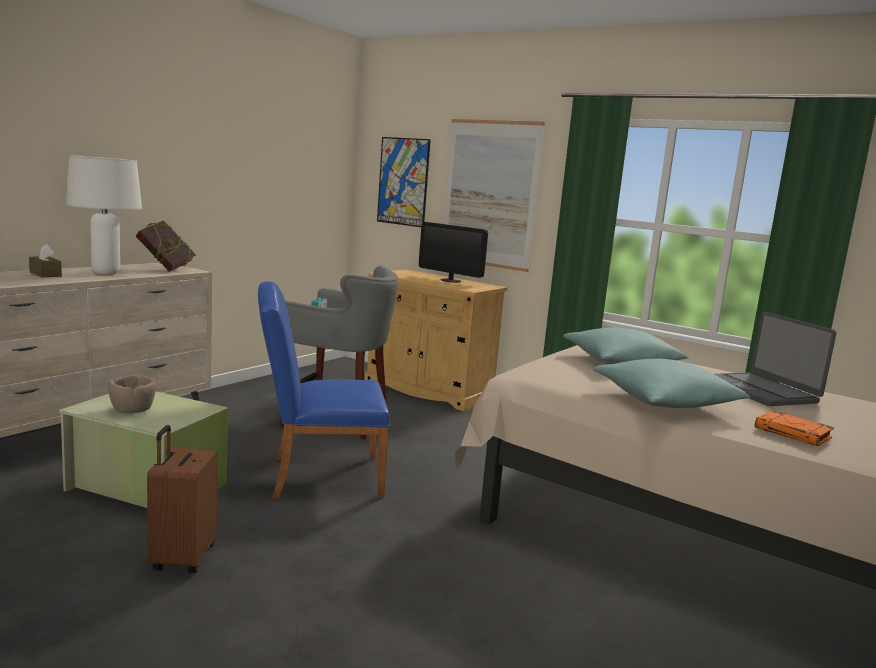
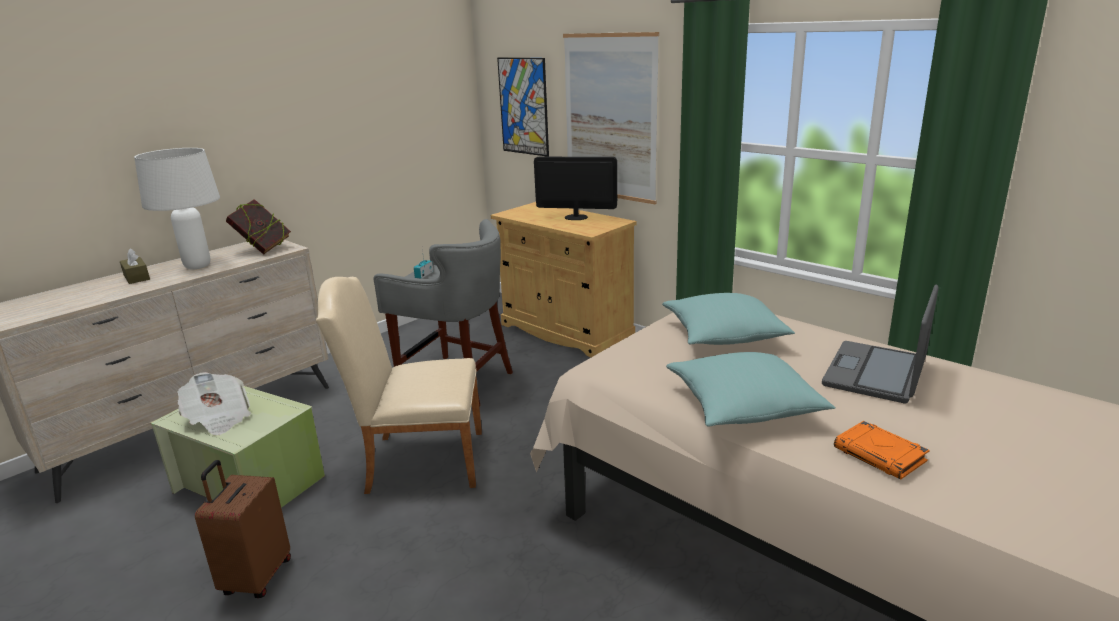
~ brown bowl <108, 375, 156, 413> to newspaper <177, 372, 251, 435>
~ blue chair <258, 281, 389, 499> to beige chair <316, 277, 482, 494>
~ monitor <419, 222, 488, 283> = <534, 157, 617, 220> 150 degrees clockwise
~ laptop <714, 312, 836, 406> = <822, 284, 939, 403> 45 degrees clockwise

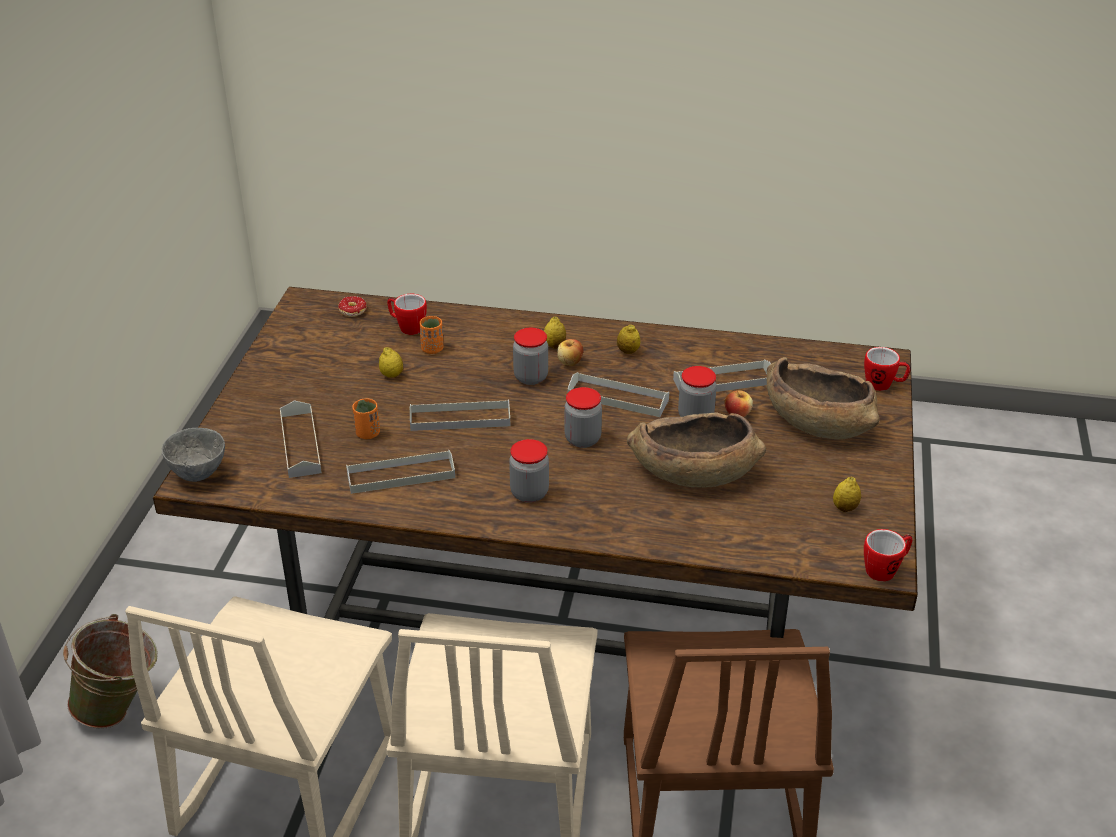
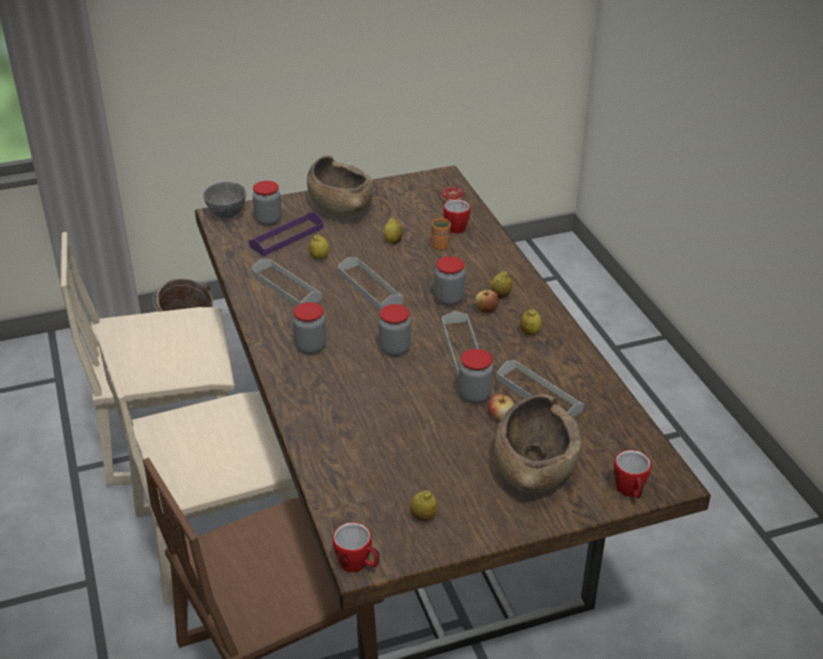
~ grey tray <280, 400, 322, 478> to purple tray <249, 212, 324, 256>
+ jar <253, 181, 282, 226>
~ brown bowl <627, 413, 766, 488> to <307, 155, 374, 218>
~ orange cup <352, 398, 380, 439> to lemon <309, 234, 329, 259>

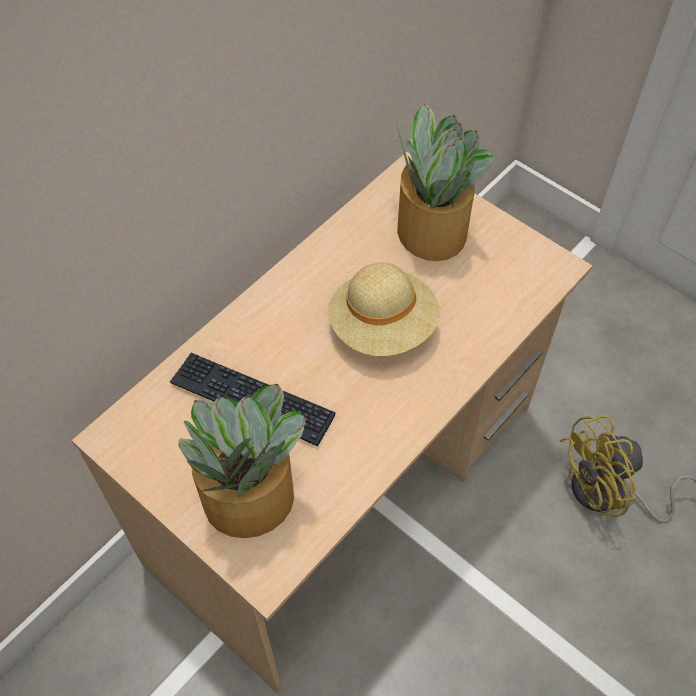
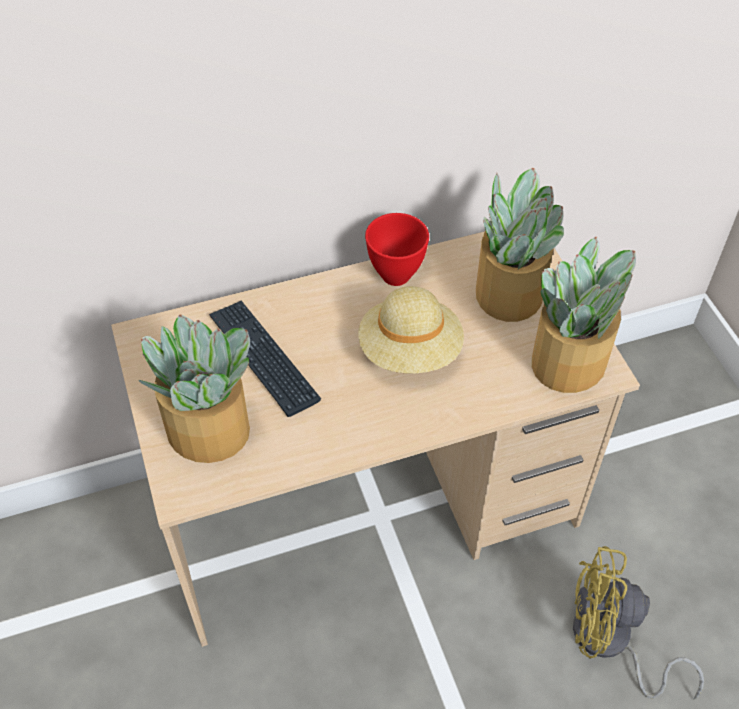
+ red bowl <365, 213, 429, 286>
+ potted plant <532, 237, 636, 393>

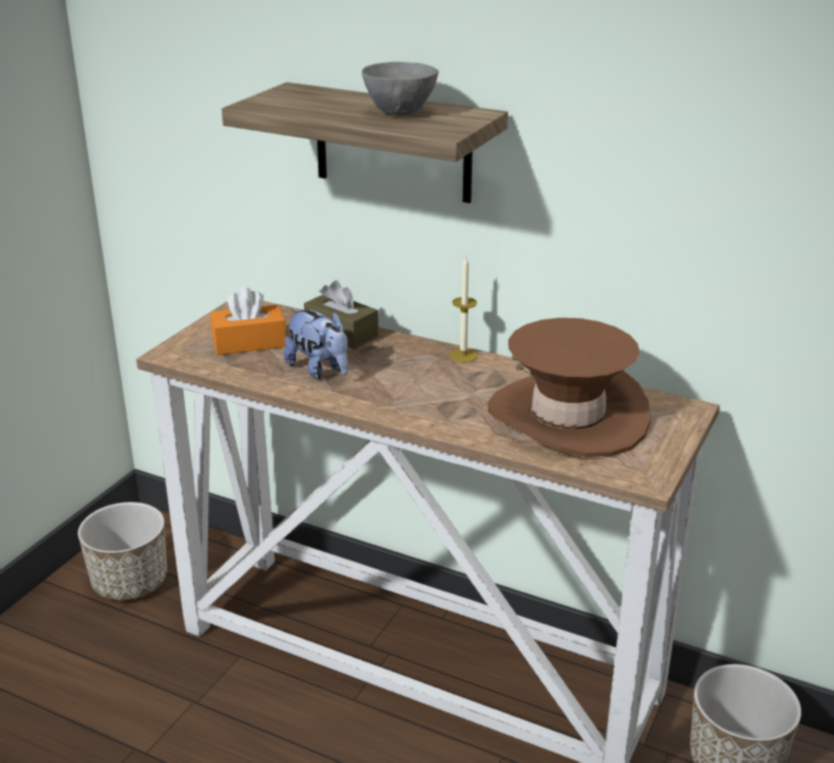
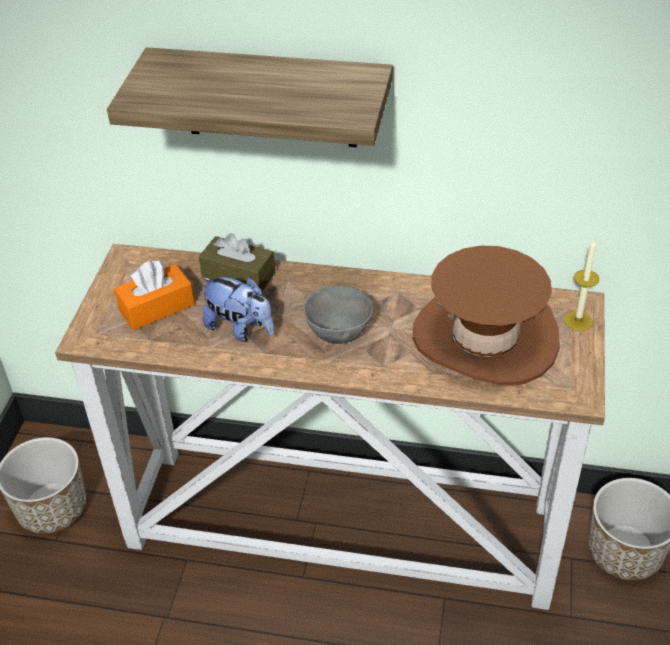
~ grey bowl <362, 62, 439, 116> to <304, 286, 373, 344>
~ candle <449, 257, 478, 362> to <564, 240, 599, 331>

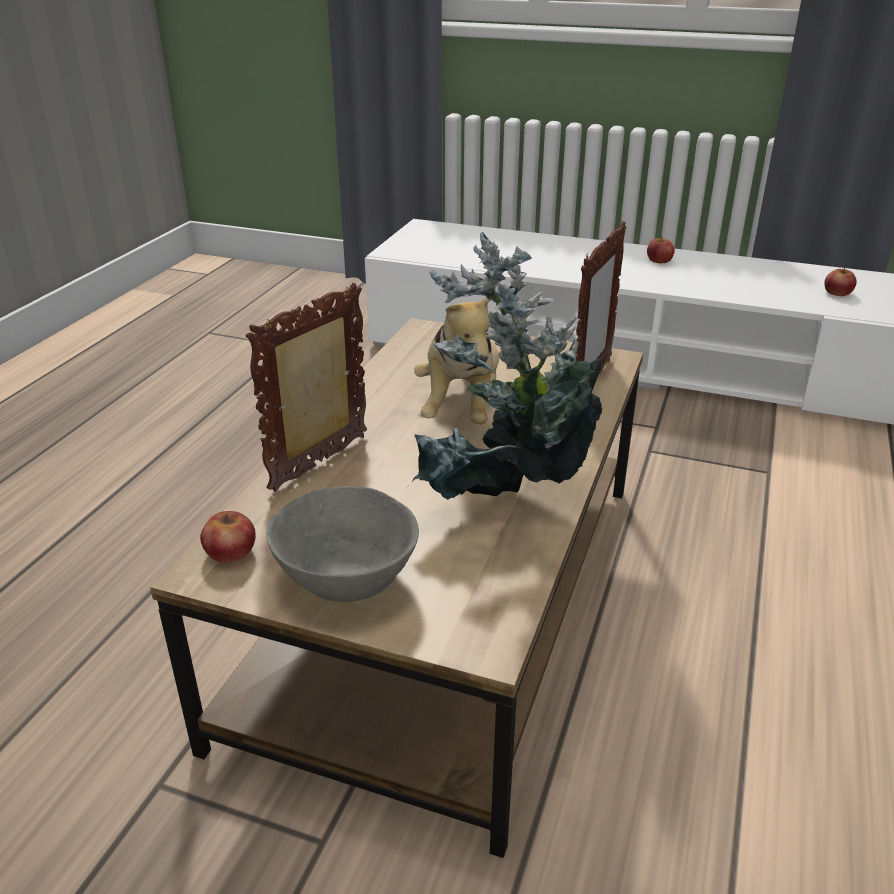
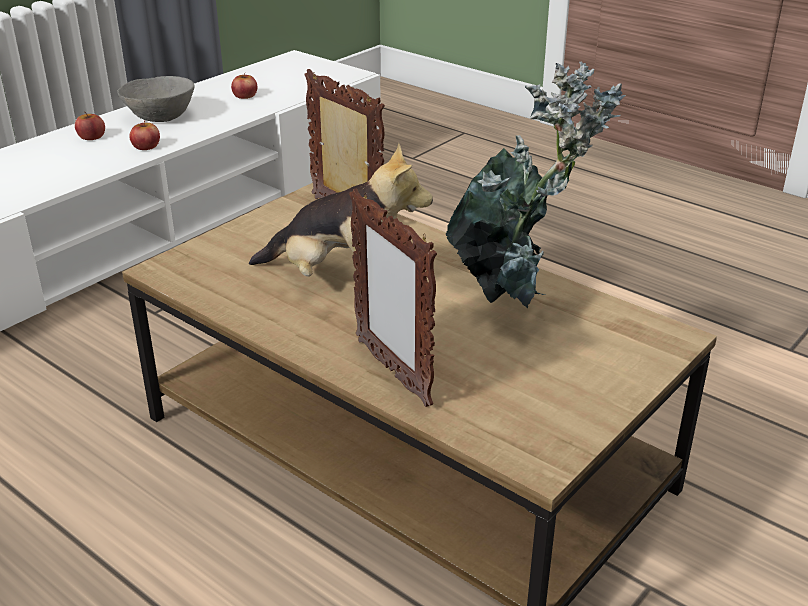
~ grey bowl <266, 486, 419, 602> to <117, 76, 195, 122>
~ apple <200, 511, 256, 563> to <129, 121, 160, 150>

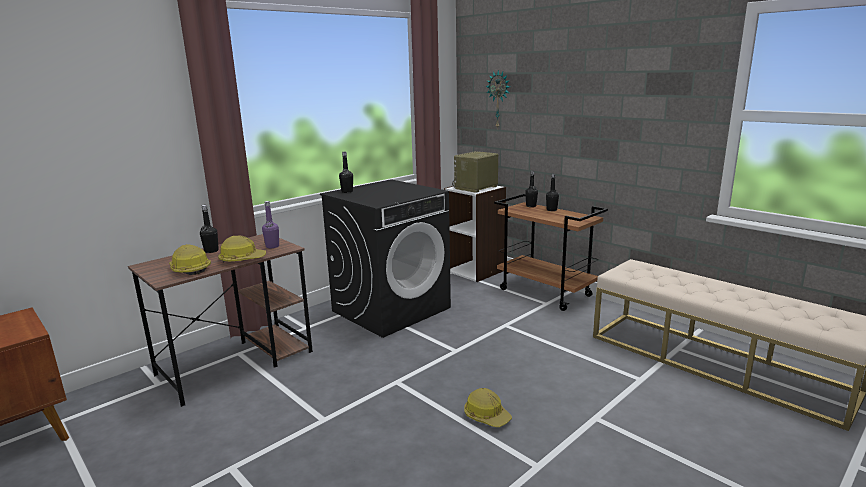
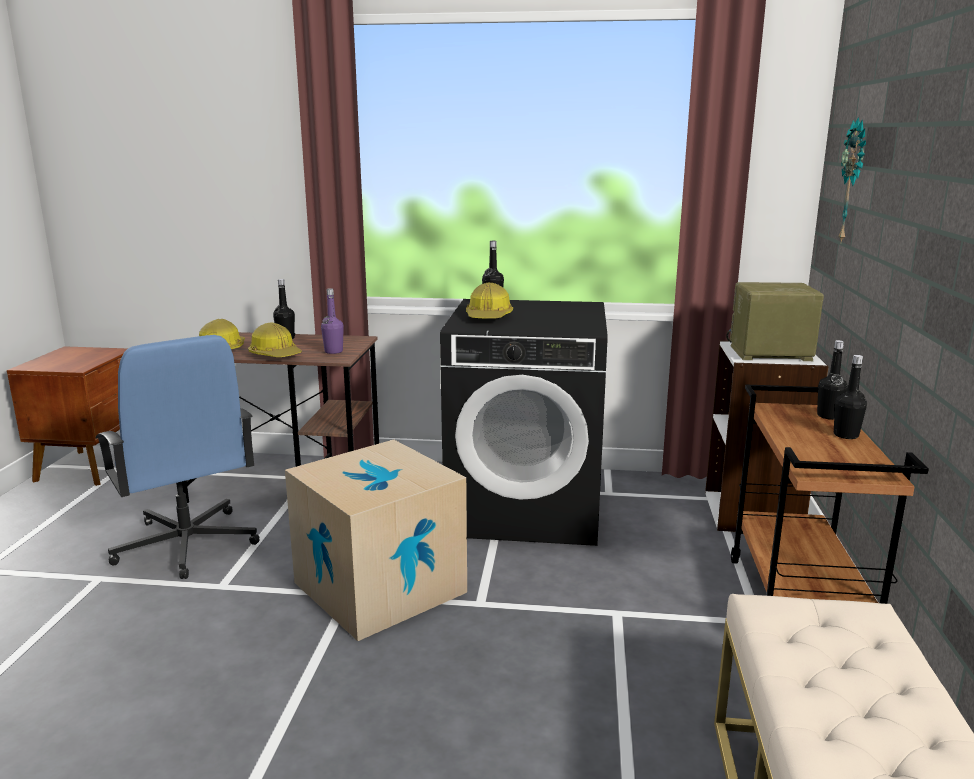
+ blue office chair <95, 335, 260, 579>
+ cardboard box <285, 440, 467, 641>
~ hard hat <464, 388, 512, 427> to <466, 283, 513, 318>

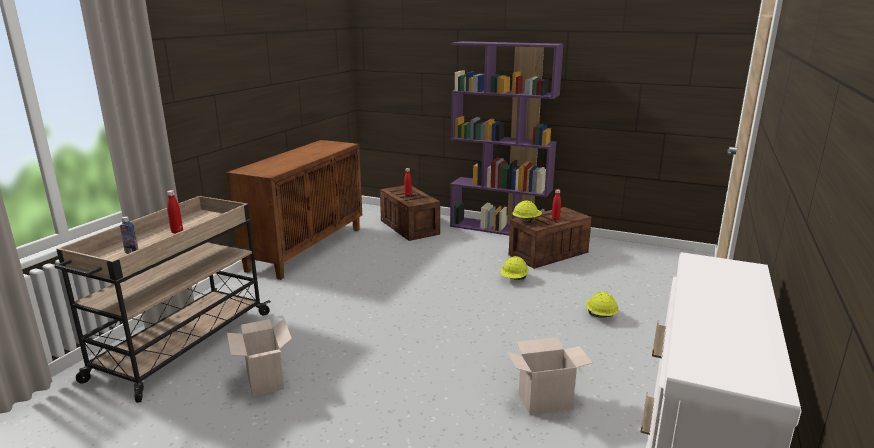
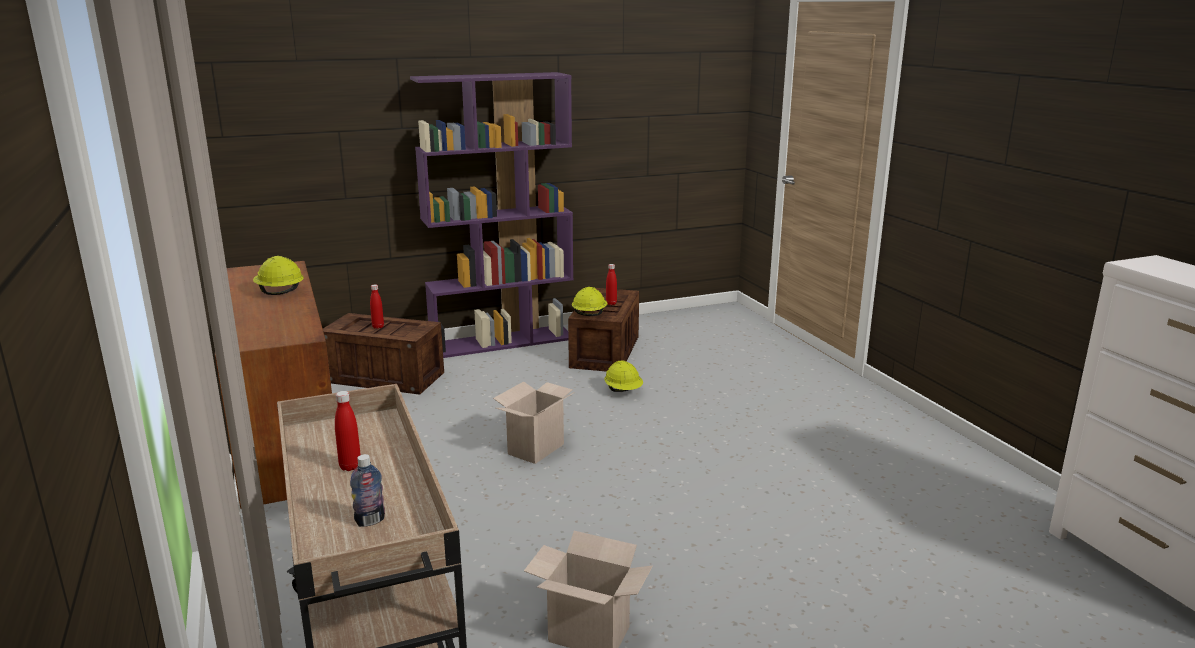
~ yellow hard hat <586, 292, 619, 317> to <253, 256, 304, 295>
~ cardboard box <507, 337, 593, 415> to <493, 381, 573, 464>

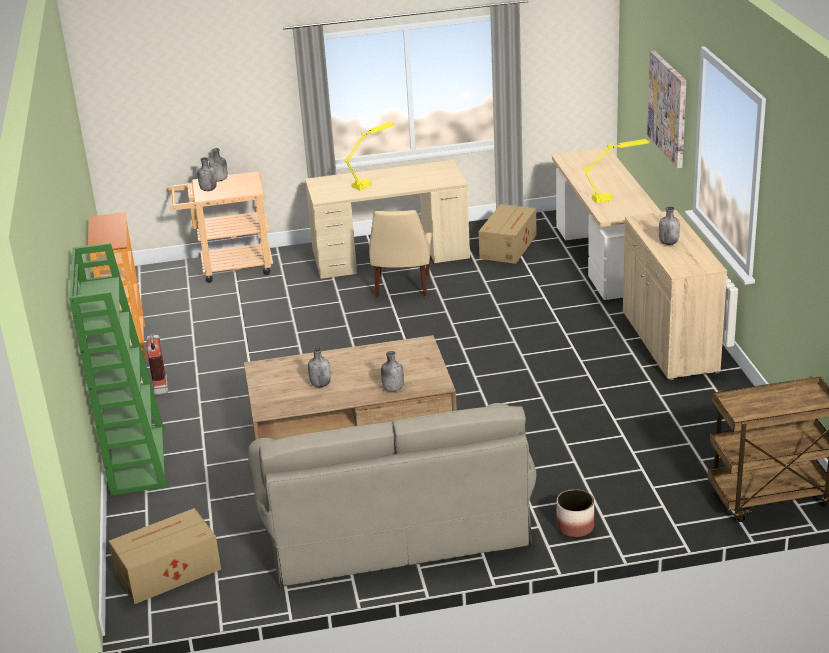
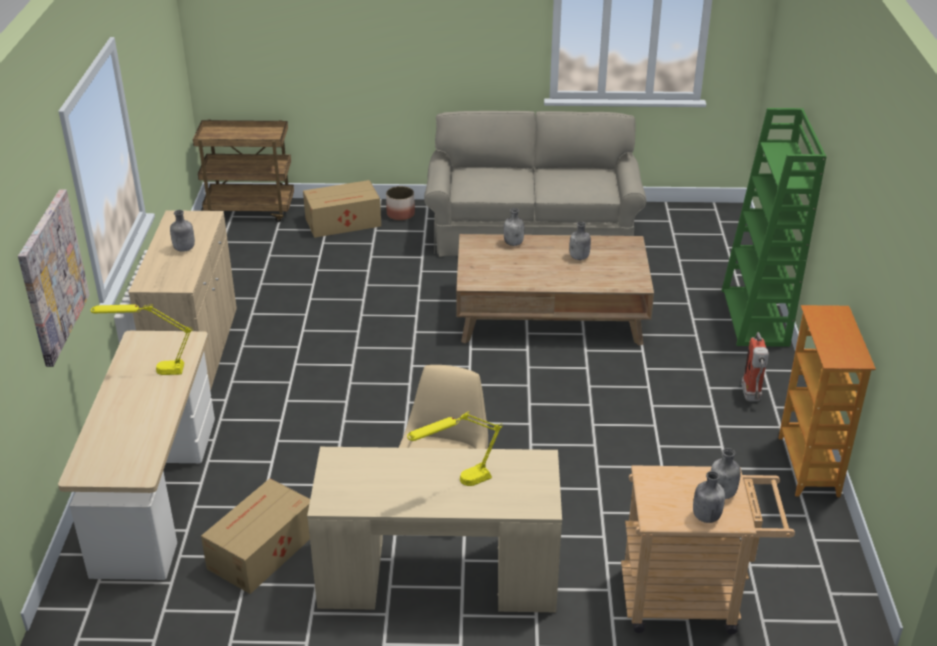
~ cardboard box <109, 508, 221, 604> to <303, 180, 381, 238>

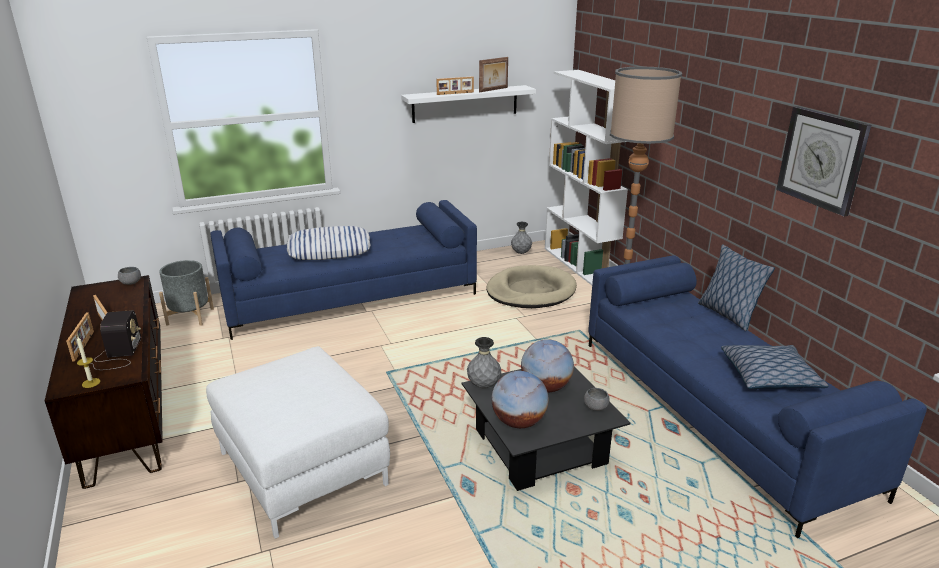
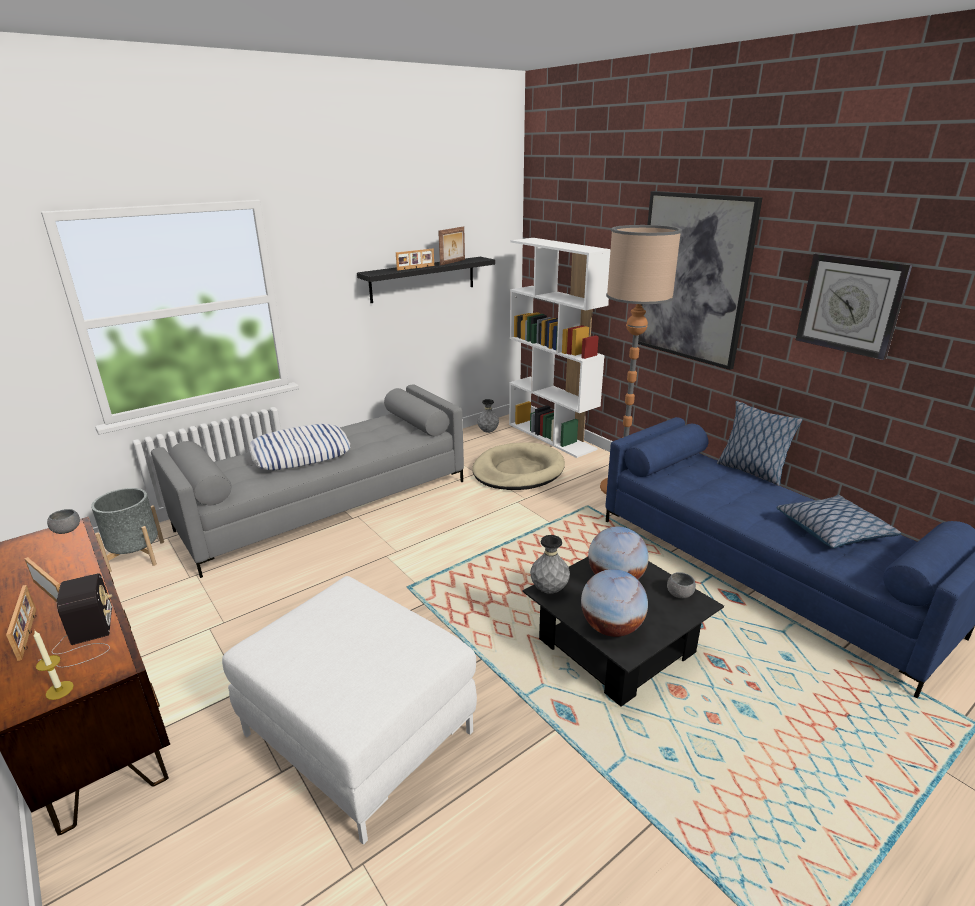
~ blue sofa <210, 200, 477, 340> to grey sofa <151, 384, 464, 578>
~ white shelf <401, 85, 536, 123> to black shelf <357, 257, 495, 303>
+ picture <638, 191, 763, 370>

